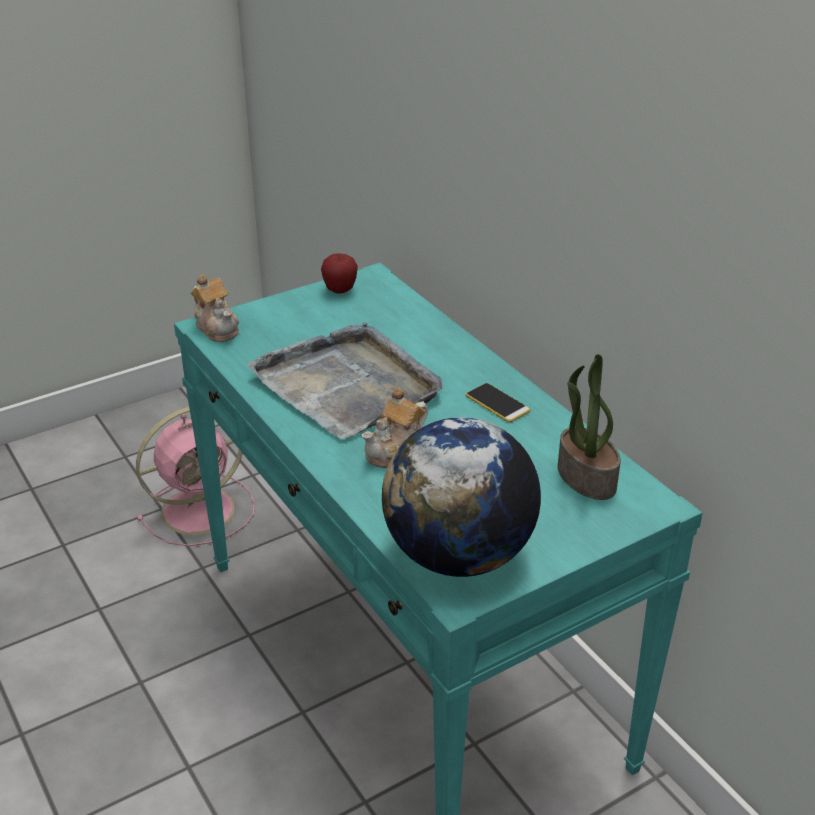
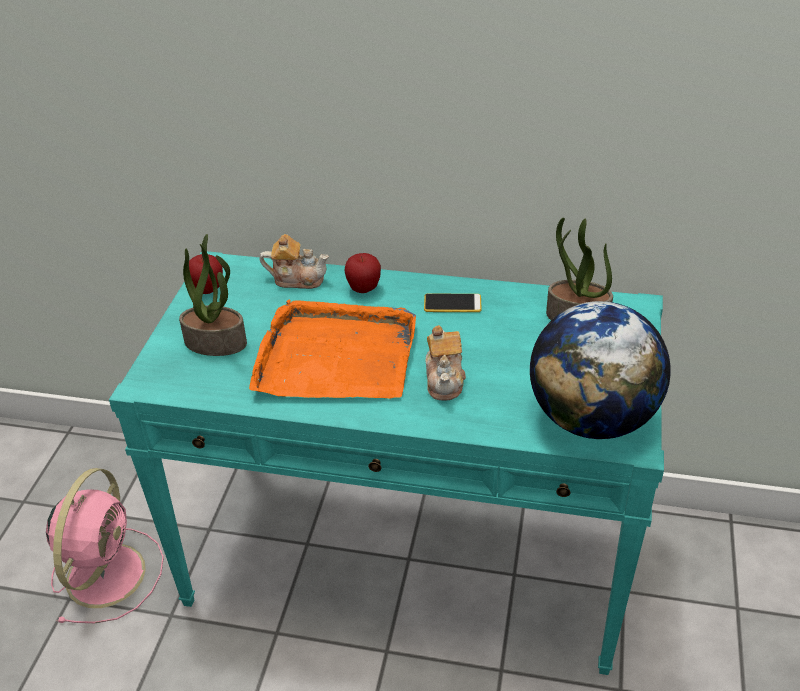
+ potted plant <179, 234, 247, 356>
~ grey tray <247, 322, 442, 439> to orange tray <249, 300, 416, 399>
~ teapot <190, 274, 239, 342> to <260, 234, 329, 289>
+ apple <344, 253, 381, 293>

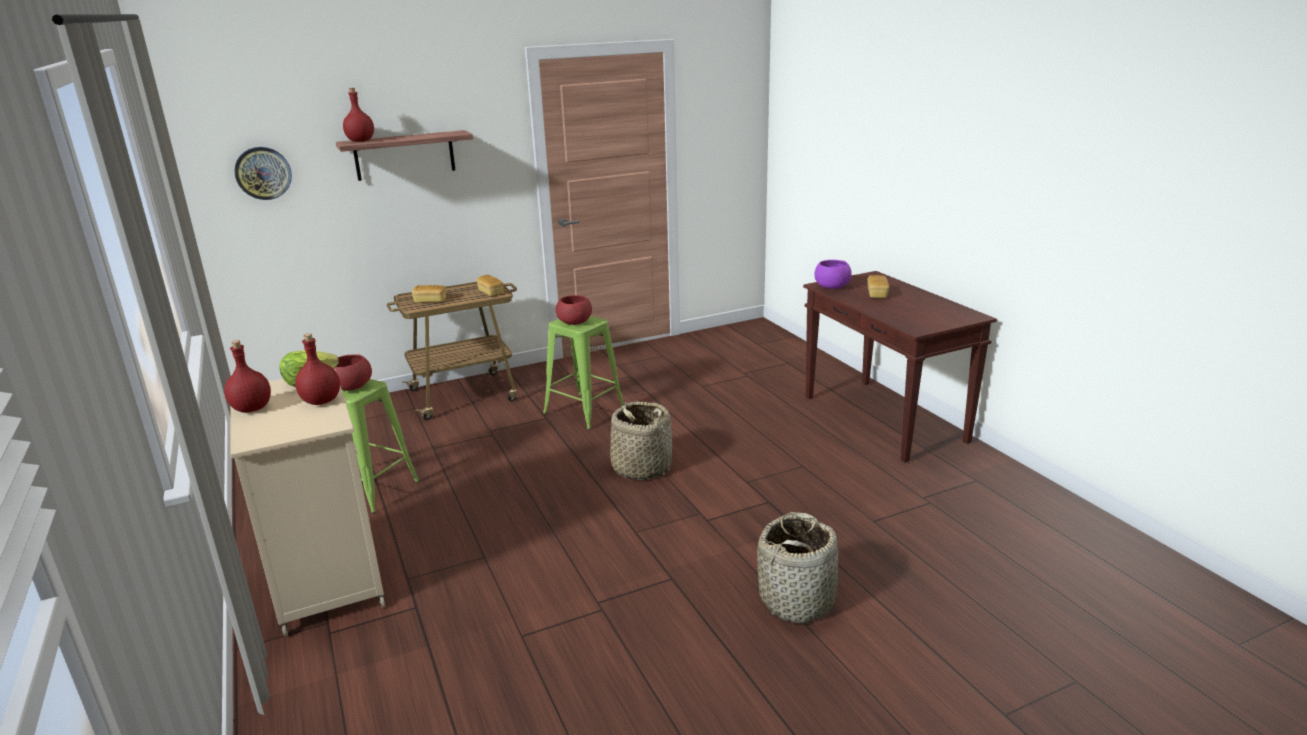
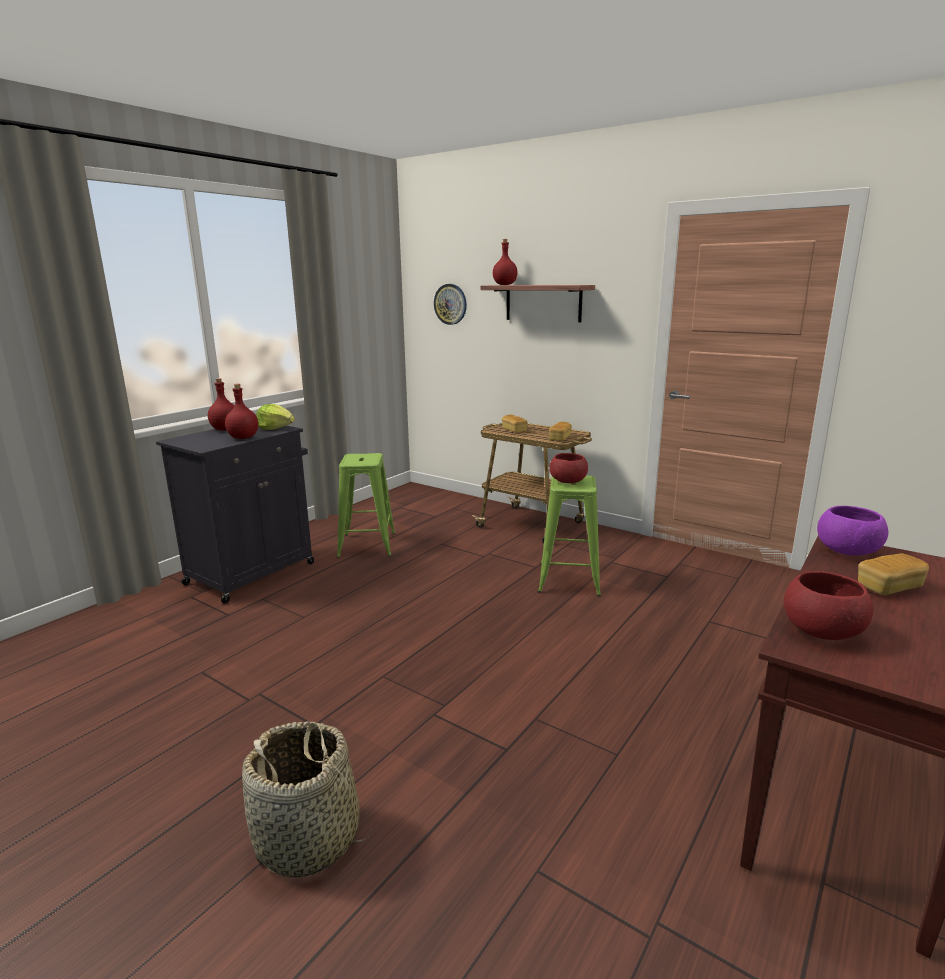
~ beige cabinet <230, 369, 385, 637> to black cabinet <156, 426, 314, 604>
~ red bowl <334, 354, 372, 391> to <784, 571, 873, 640>
- basket <610, 401, 672, 480>

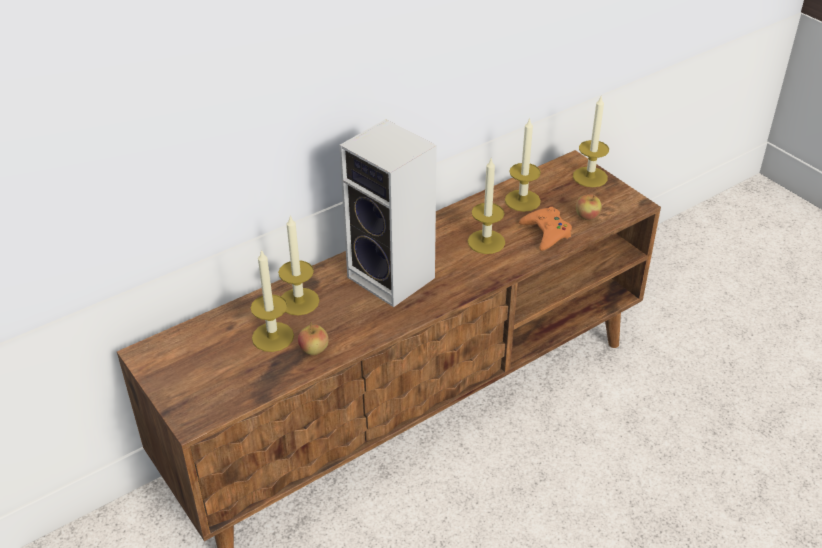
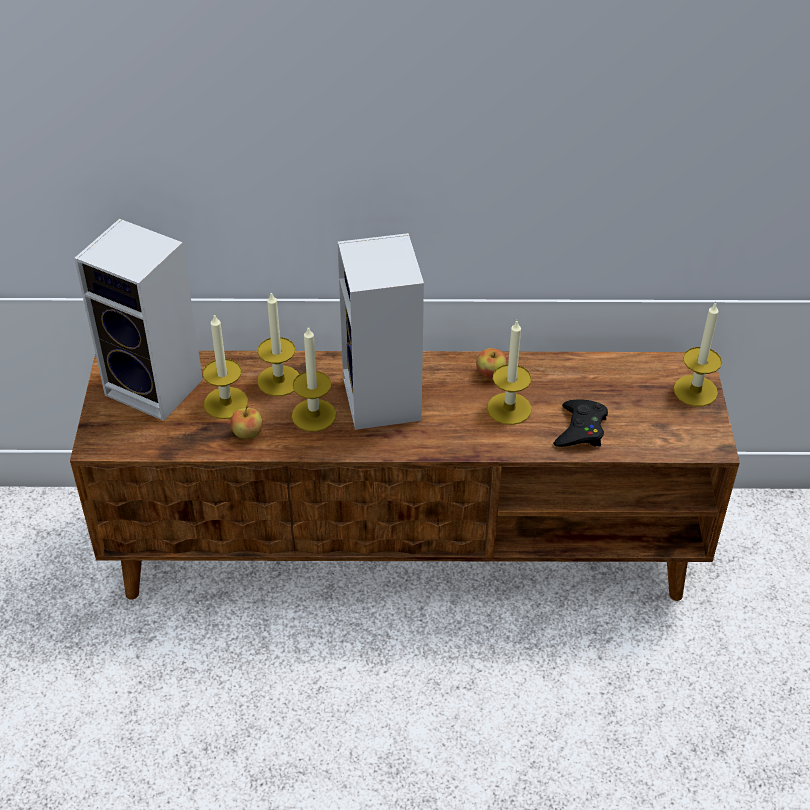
+ speaker <74, 219, 203, 421>
~ candle <505, 117, 541, 212> to <292, 327, 336, 432>
~ apple <576, 194, 602, 220> to <476, 348, 507, 379>
~ orange game controller <519, 207, 572, 251> to black game controller <553, 400, 608, 447>

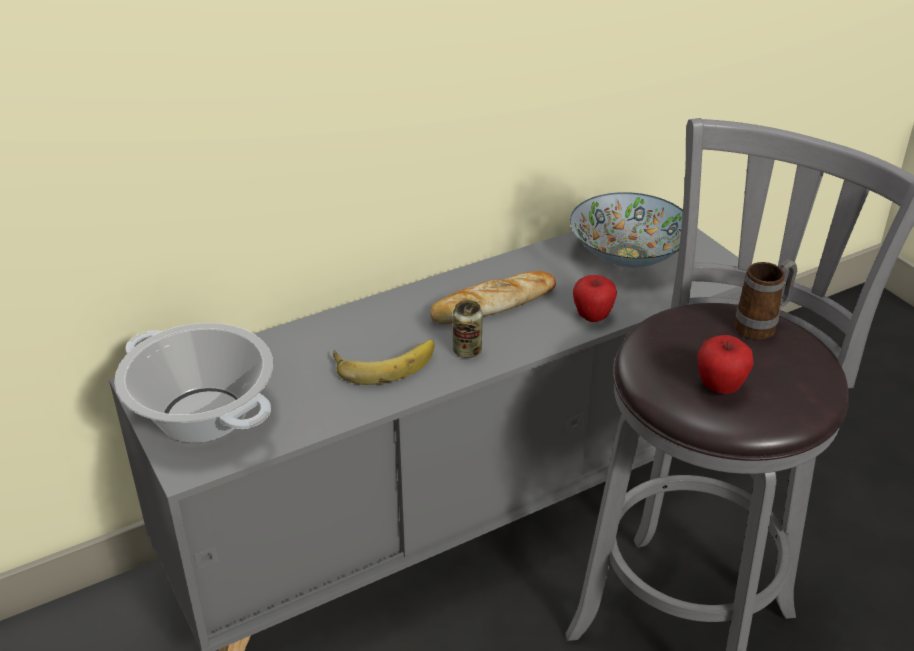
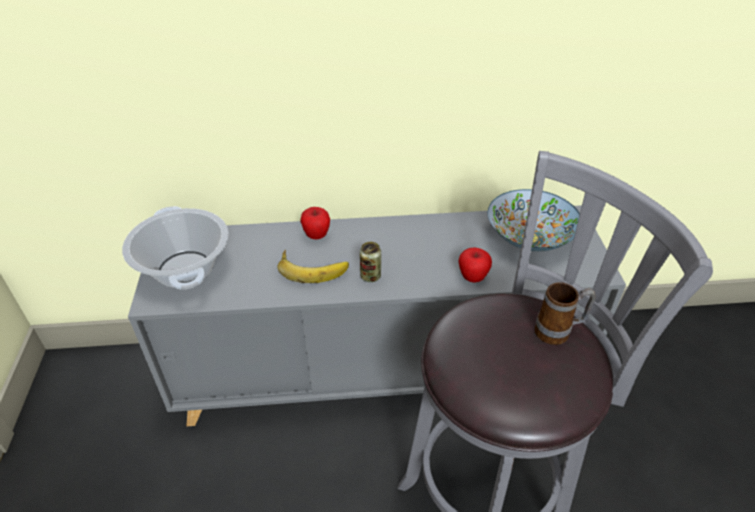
~ apple <697, 335, 754, 394> to <300, 207, 330, 239>
- bread <430, 271, 556, 324>

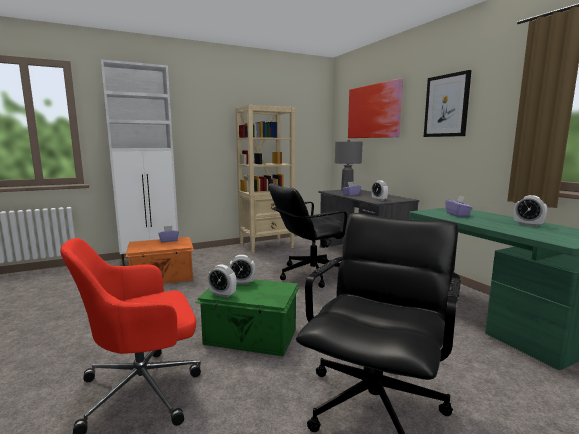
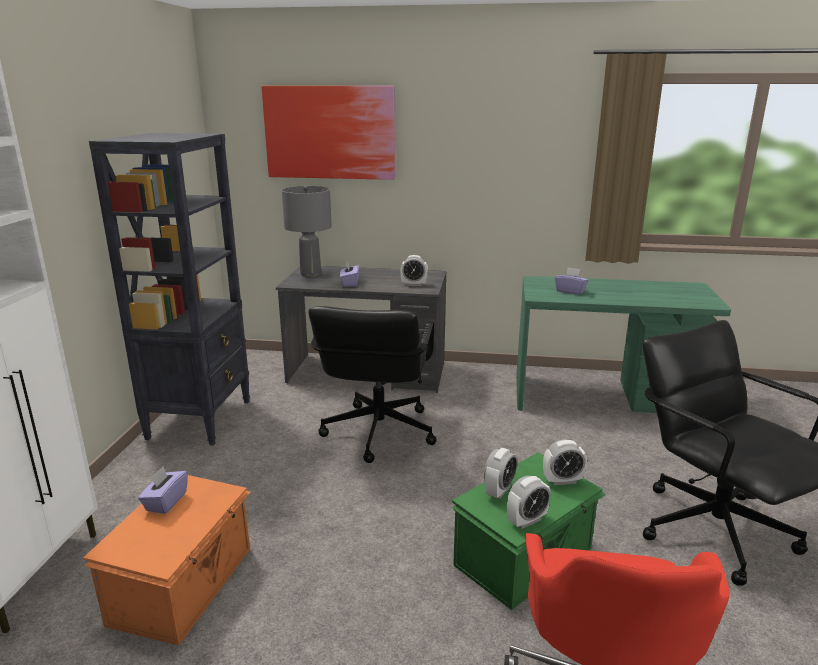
~ beige bookcase <235, 105, 295, 254> to black bookcase <89, 133, 250, 446>
~ alarm clock <514, 195, 547, 227> to <543, 439, 587, 485>
- picture <424, 70, 472, 137>

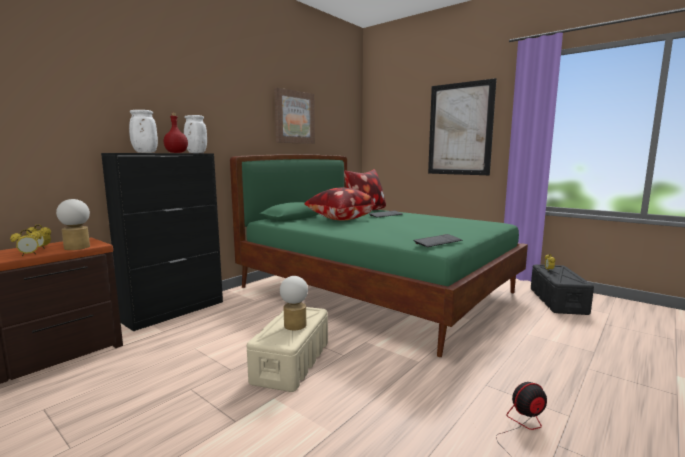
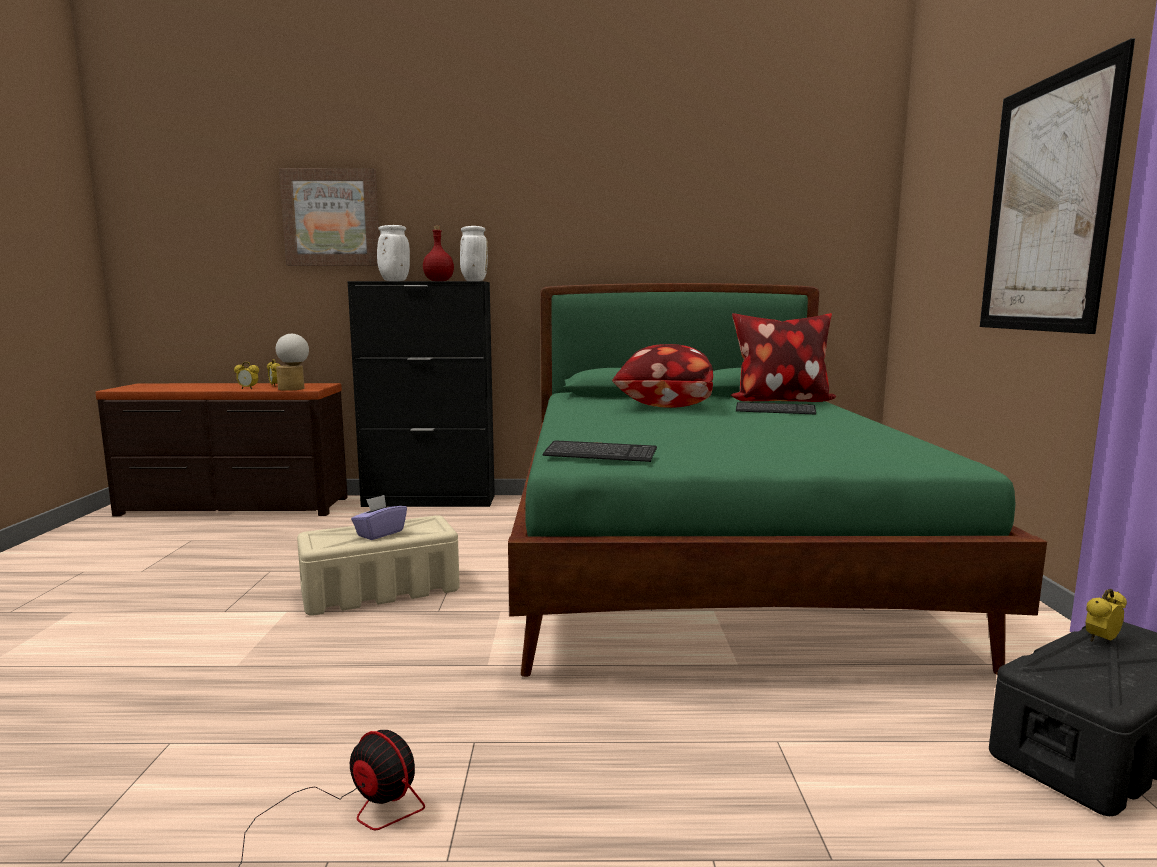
~ picture <274, 88, 315, 144> to <279, 168, 379, 266>
~ table lamp <280, 276, 308, 330> to purple tissue box <351, 495, 407, 540>

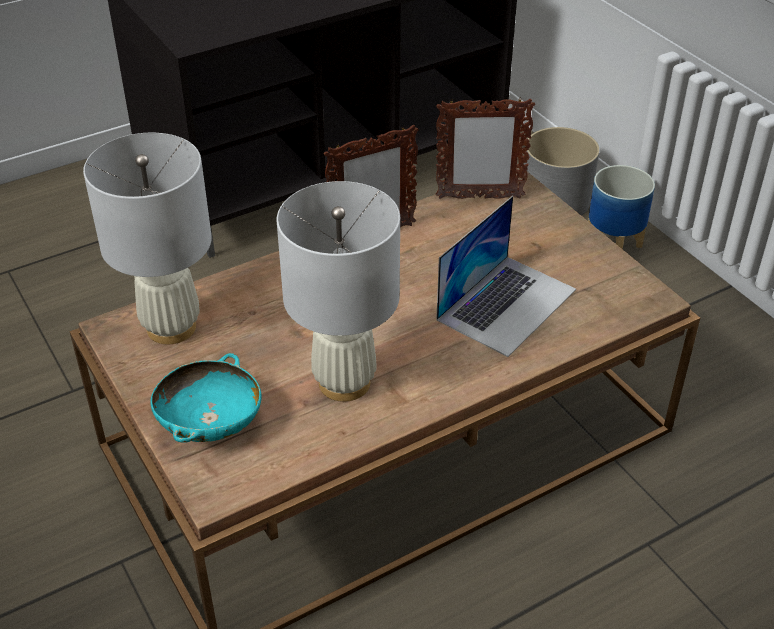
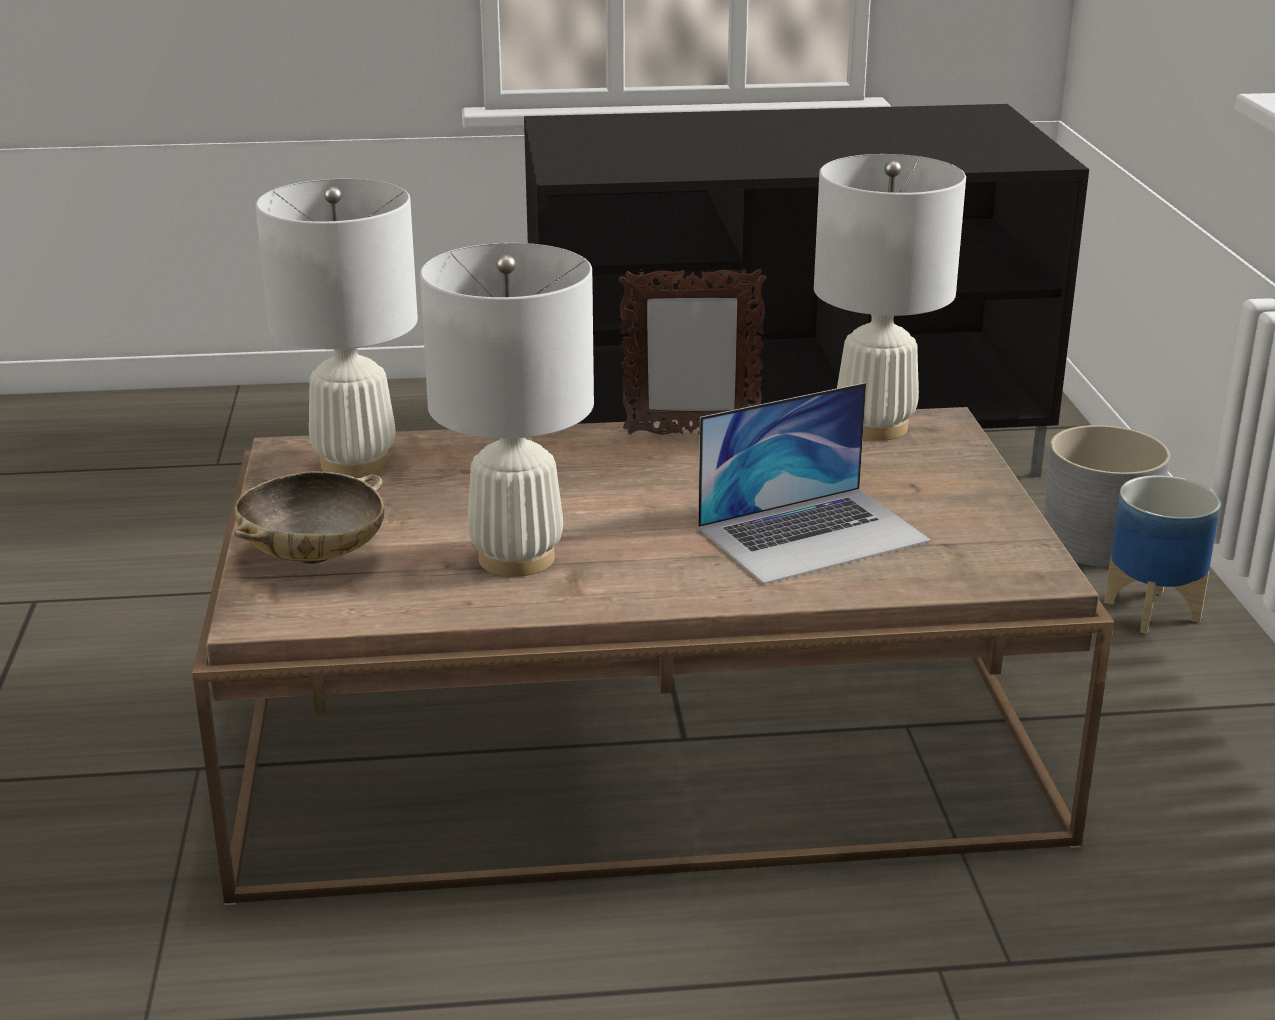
~ turquoise bowl <150, 353, 262, 442> to beige bowl <234, 472, 385, 564>
~ picture frame <436, 97, 535, 199> to white table lamp <814, 154, 966, 441>

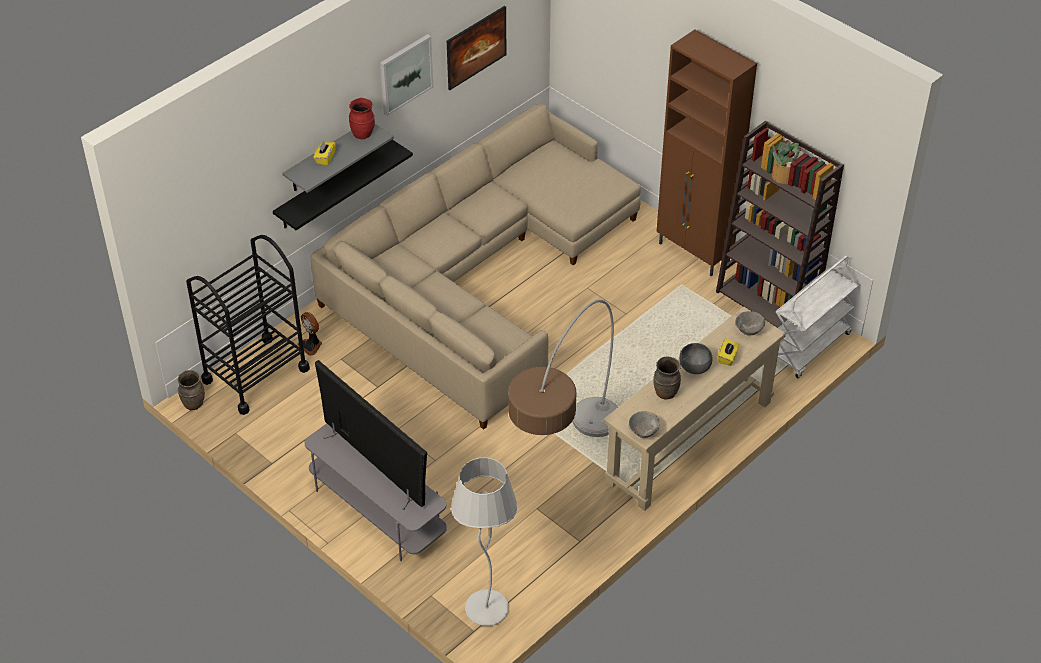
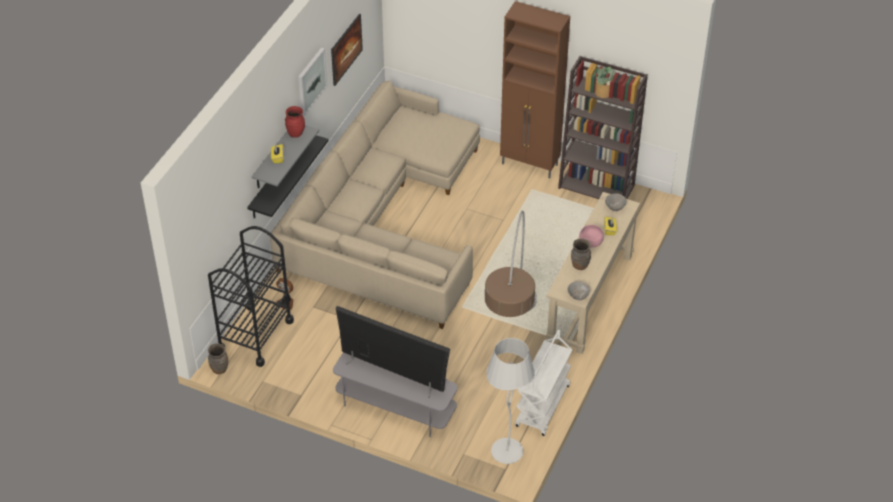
~ white cart <776, 256, 859, 378> to <515, 330, 572, 436>
~ grey bowl <679, 343, 713, 374> to pink bowl <579, 225, 604, 248>

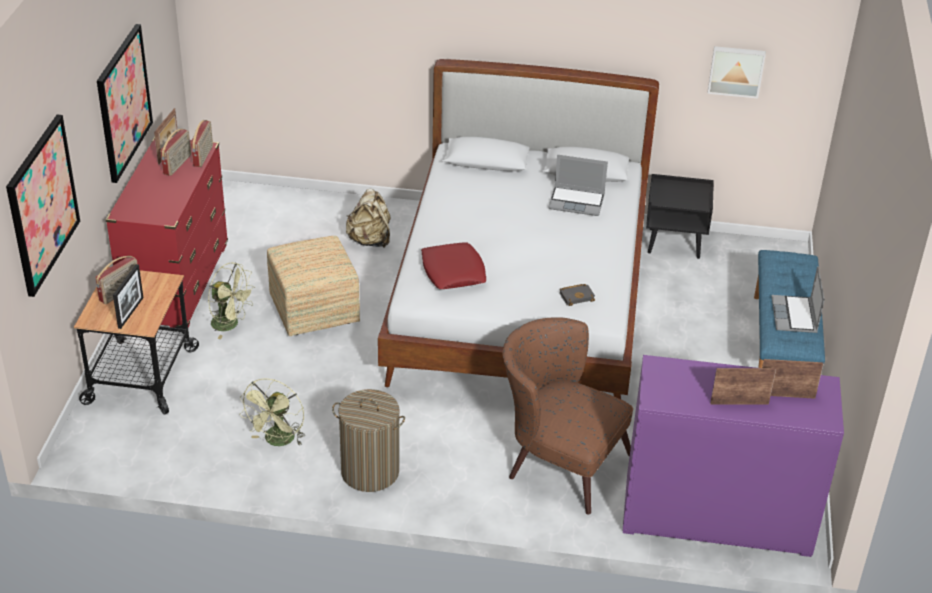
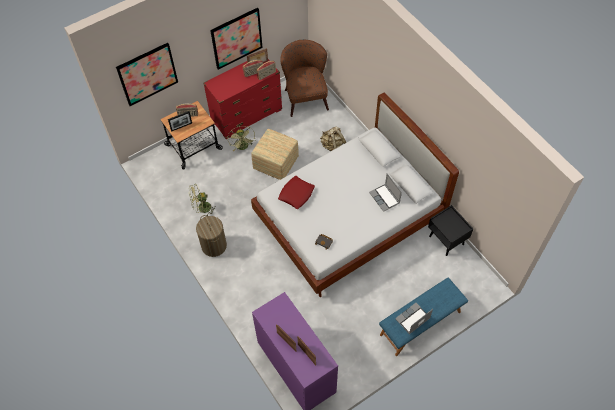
~ brown armchair <503, 317, 633, 514> to <280, 40, 329, 117>
- picture <708, 46, 766, 98>

